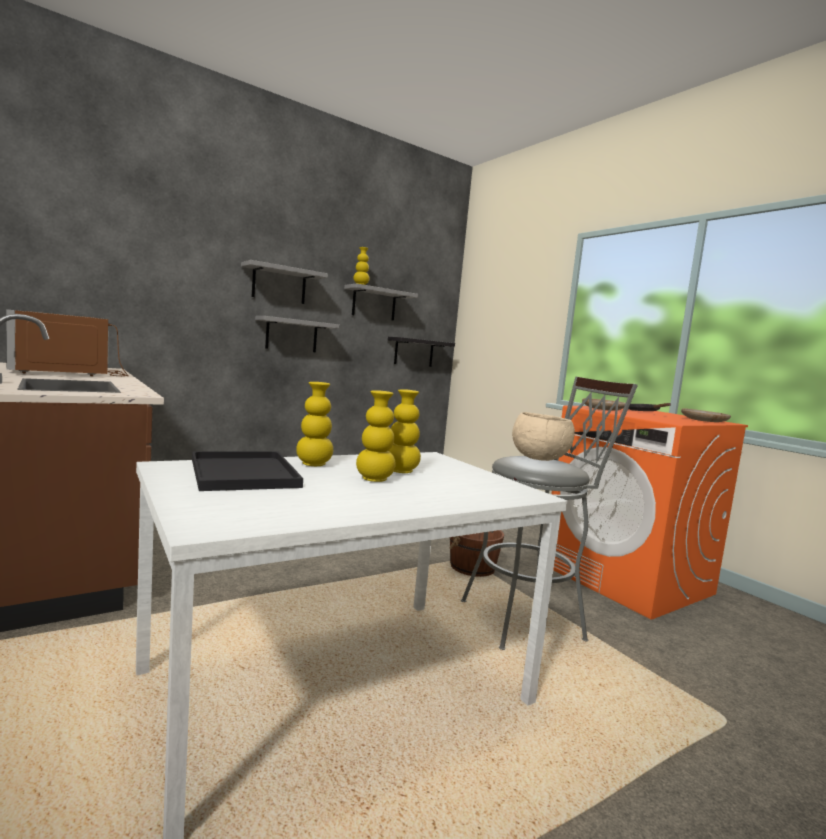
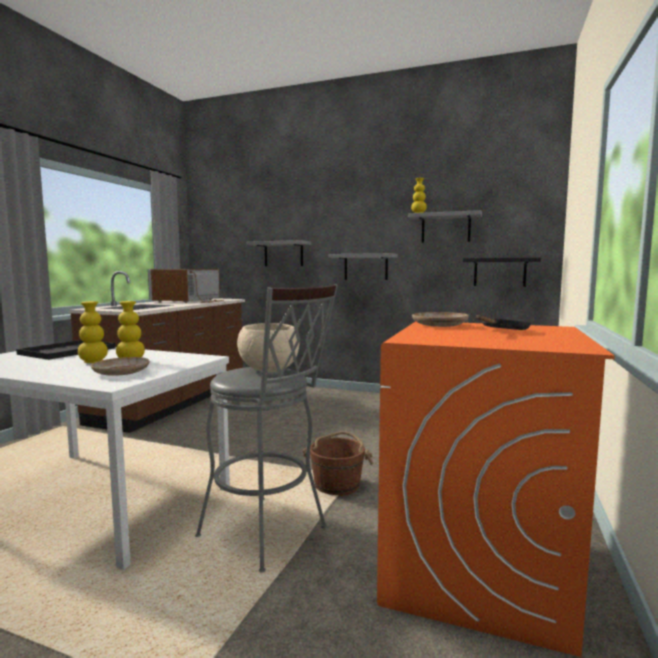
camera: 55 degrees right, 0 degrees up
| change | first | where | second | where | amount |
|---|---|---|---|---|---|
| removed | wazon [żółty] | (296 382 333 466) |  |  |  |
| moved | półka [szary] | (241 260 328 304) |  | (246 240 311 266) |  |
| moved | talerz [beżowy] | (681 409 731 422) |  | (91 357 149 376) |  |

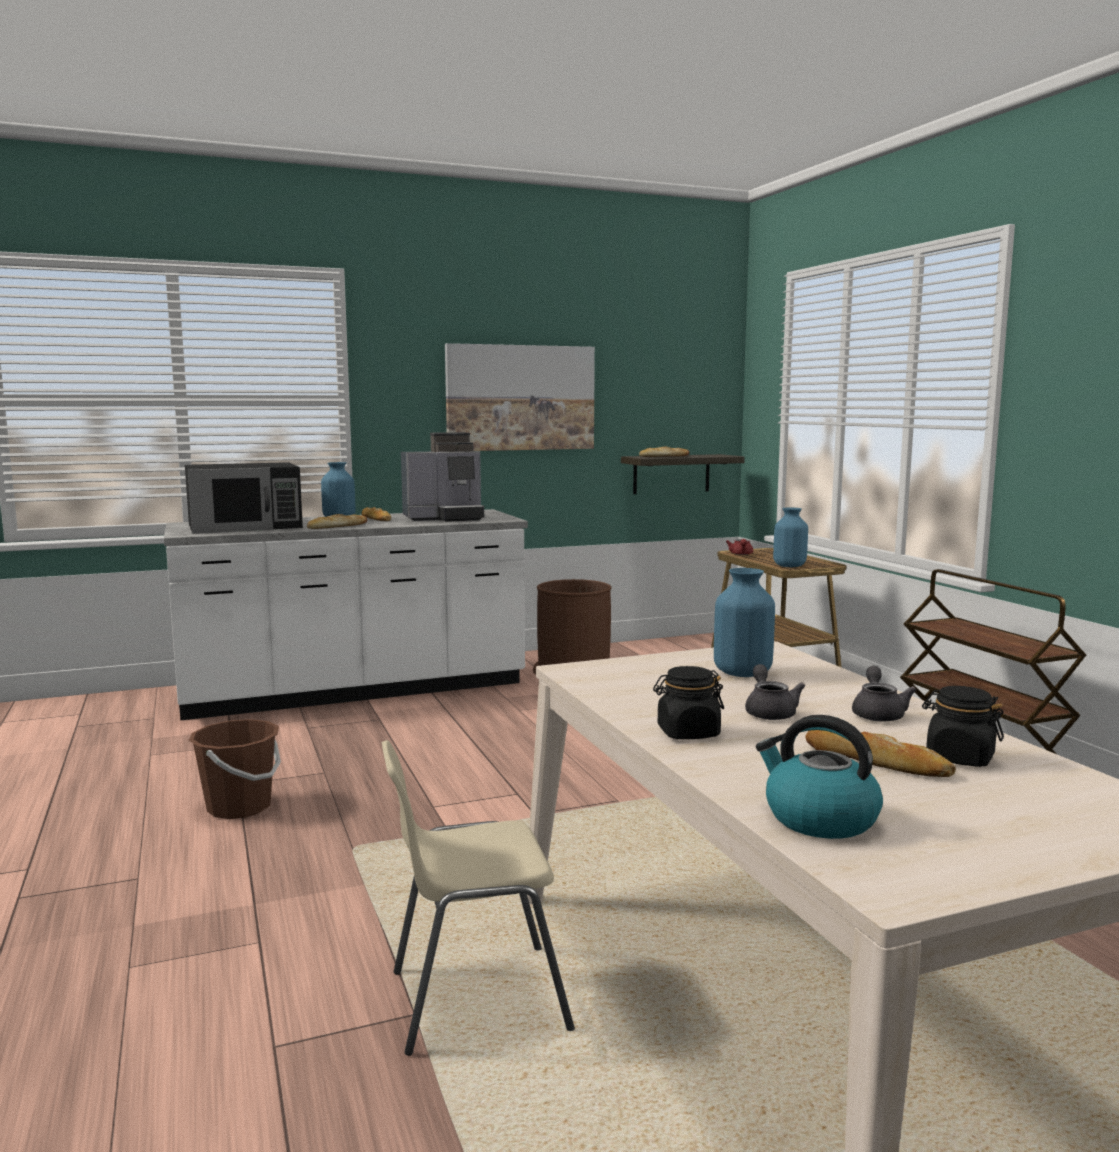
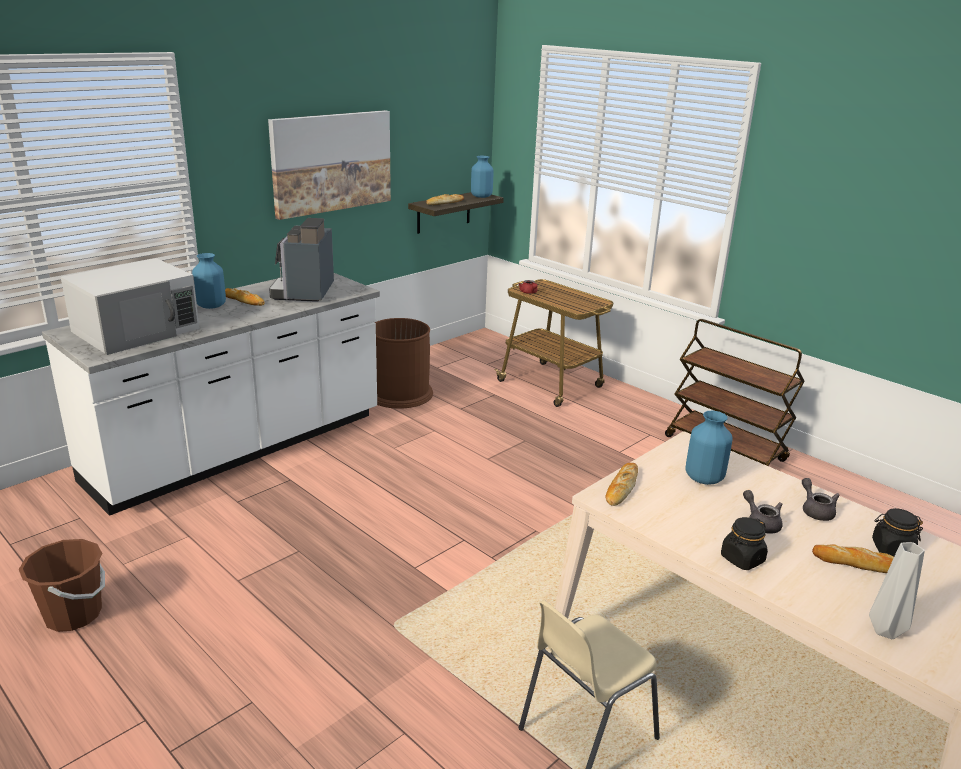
camera: 25 degrees left, 15 degrees up
| change | first | where | second | where | amount |
|---|---|---|---|---|---|
| moved | wiadro [brązowy] | (189 719 281 819) |  | (19 539 105 632) |  |
| moved | chleb | (307 514 367 529) |  | (605 463 638 506) |  |
| moved | wazon [niebieski] | (773 508 808 567) |  | (471 156 494 198) |  |
| replaced | czajnik | (756 715 883 839) | wazon [szary] | (869 542 925 639) |  |
| recoloured | mikrofalówka [czarny] | (185 462 303 534) | mikrofalówka [biały] | (61 258 200 355) |  |
| turned | ekspres do kawy | (401 432 484 522) |  | (269 218 334 302) | 135 degrees clockwise |

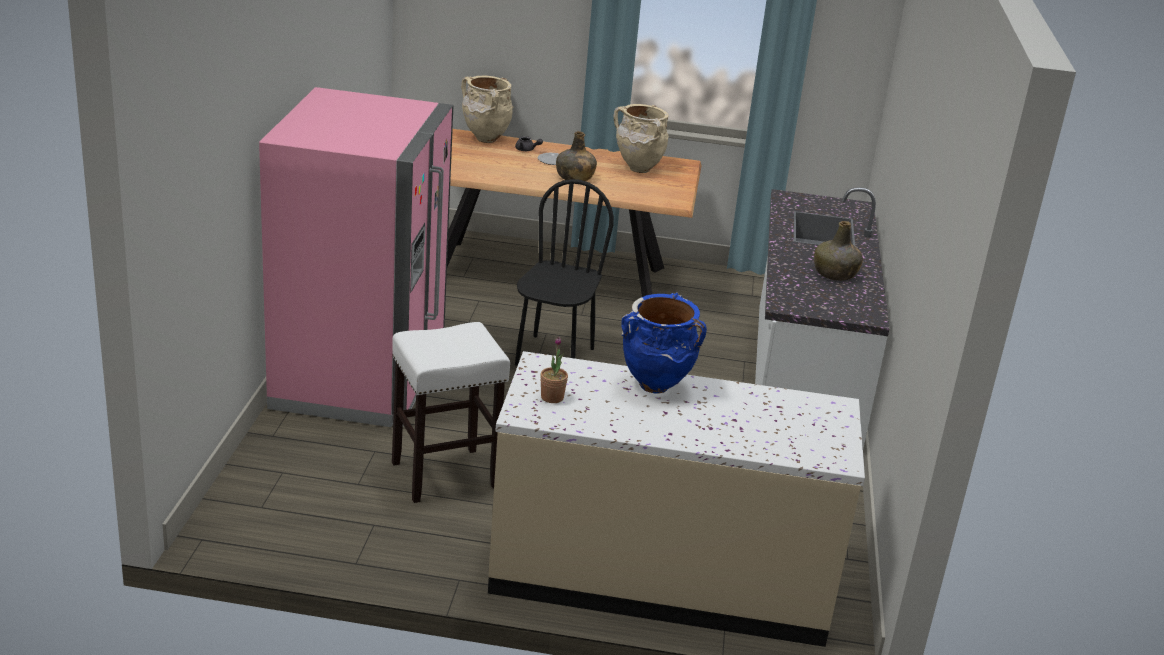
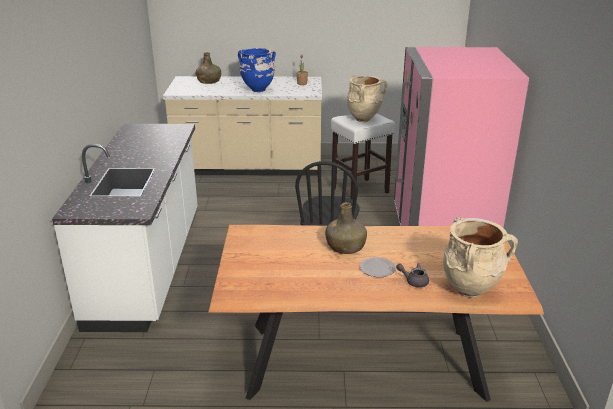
camera: 175 degrees right, 0 degrees up
| change | first | where | second | where | amount |
|---|---|---|---|---|---|
| moved | wazon [beżowy] | (613 104 669 173) |  | (347 75 387 122) |  |
| moved | butelka [zielony] | (814 221 863 281) |  | (196 52 221 84) |  |

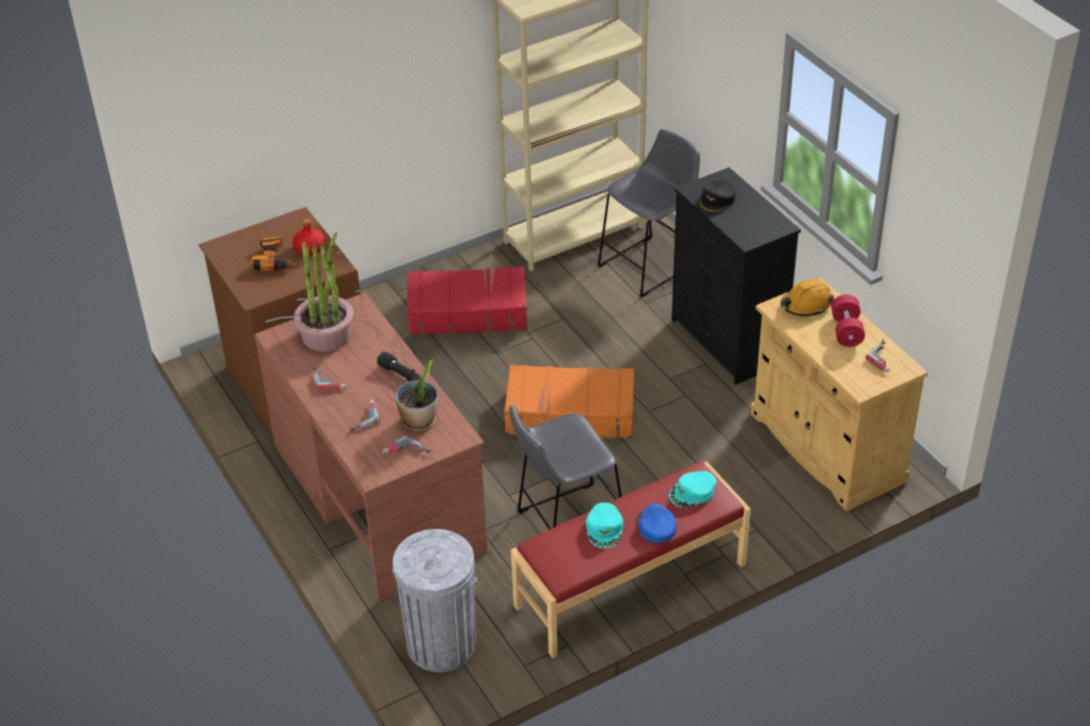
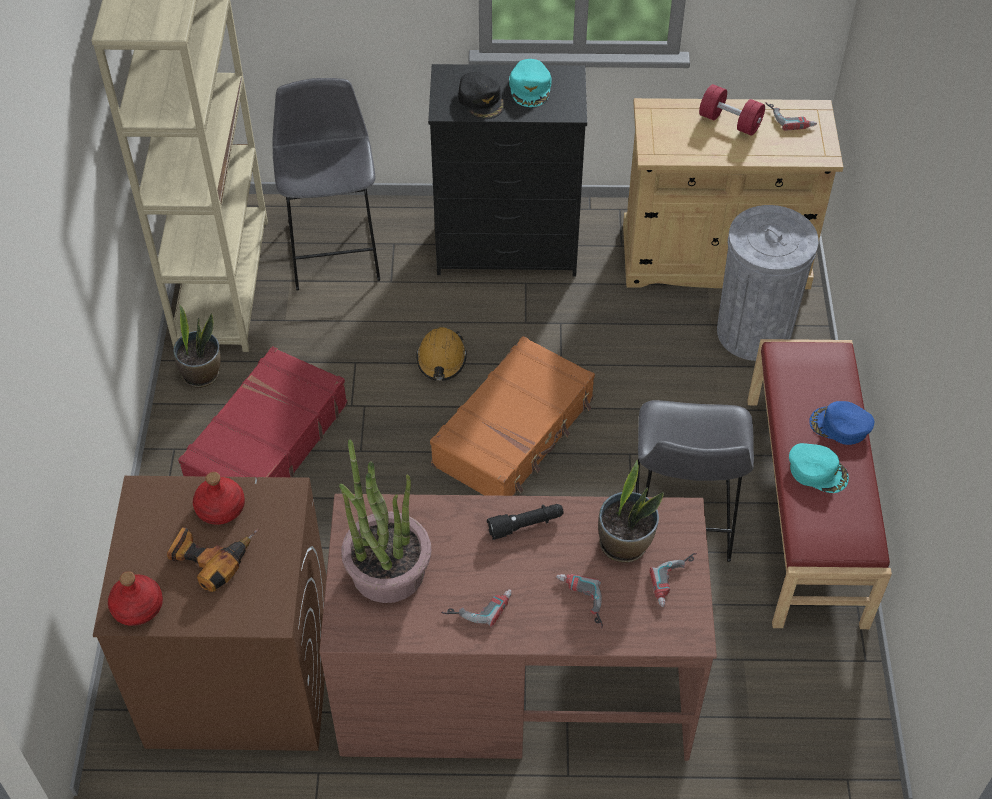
camera: 60 degrees left, 10 degrees up
| change | first | where | second | where | amount |
|---|---|---|---|---|---|
| added |  |  | butelka [czerwony] | (108 571 163 626) |  |
| added |  |  | roślina doniczkowa | (173 305 221 388) |  |
| moved | kosz na śmieci [szary] | (392 529 477 672) |  | (717 205 819 361) |  |
| moved | czapka z daszkiem [turkusowy] | (669 471 717 508) |  | (509 59 552 107) |  |
| moved | kask [pomarańczowy] | (781 279 834 316) |  | (416 327 467 381) |  |

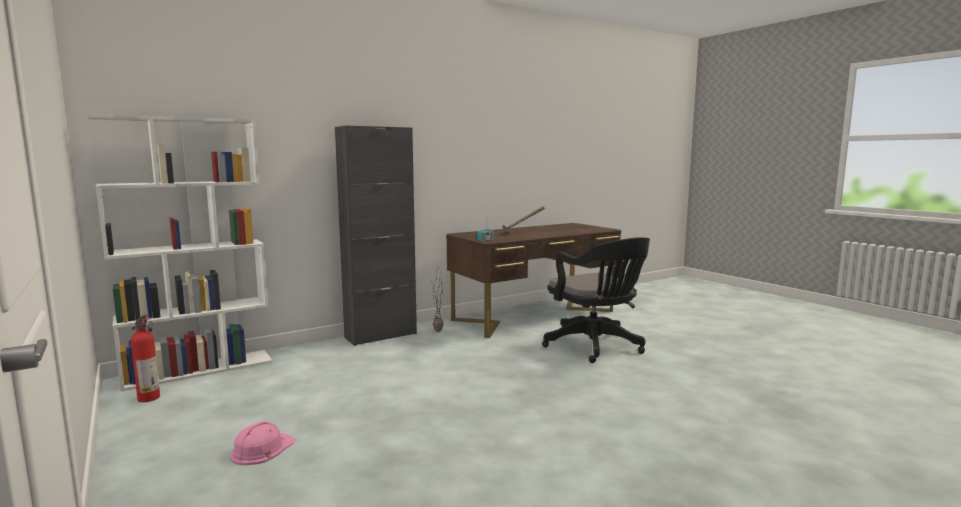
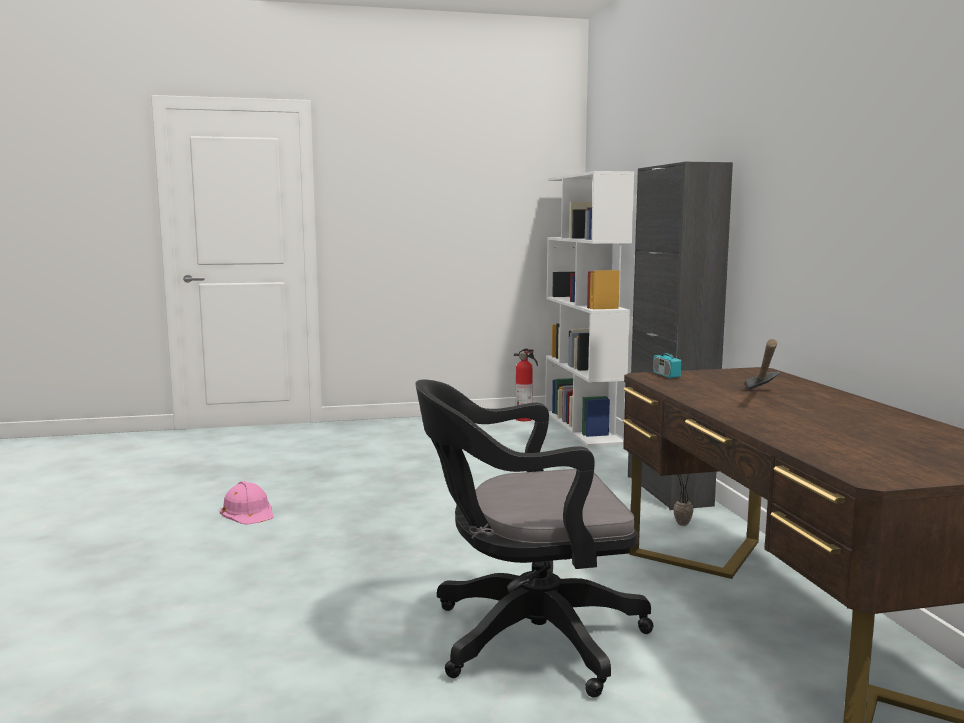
camera: 110 degrees right, 0 degrees up
| change | first | where | second | where | amount |
|---|---|---|---|---|---|
| moved | kask [różowy] | (230 421 296 465) |  | (220 481 274 524) |  |

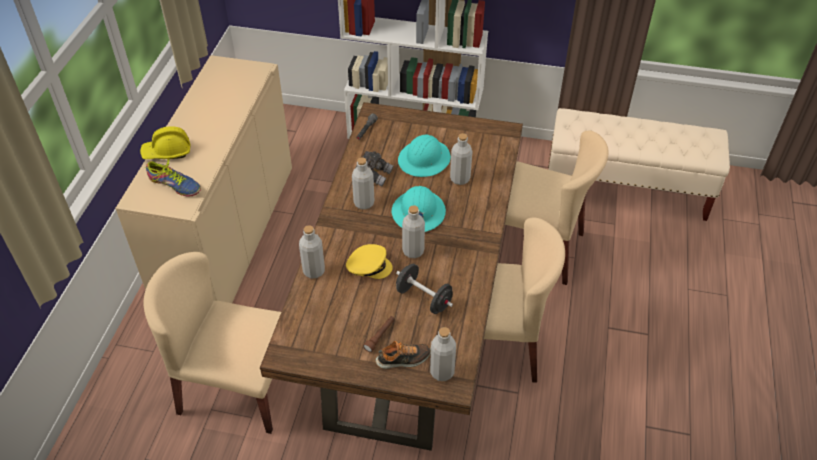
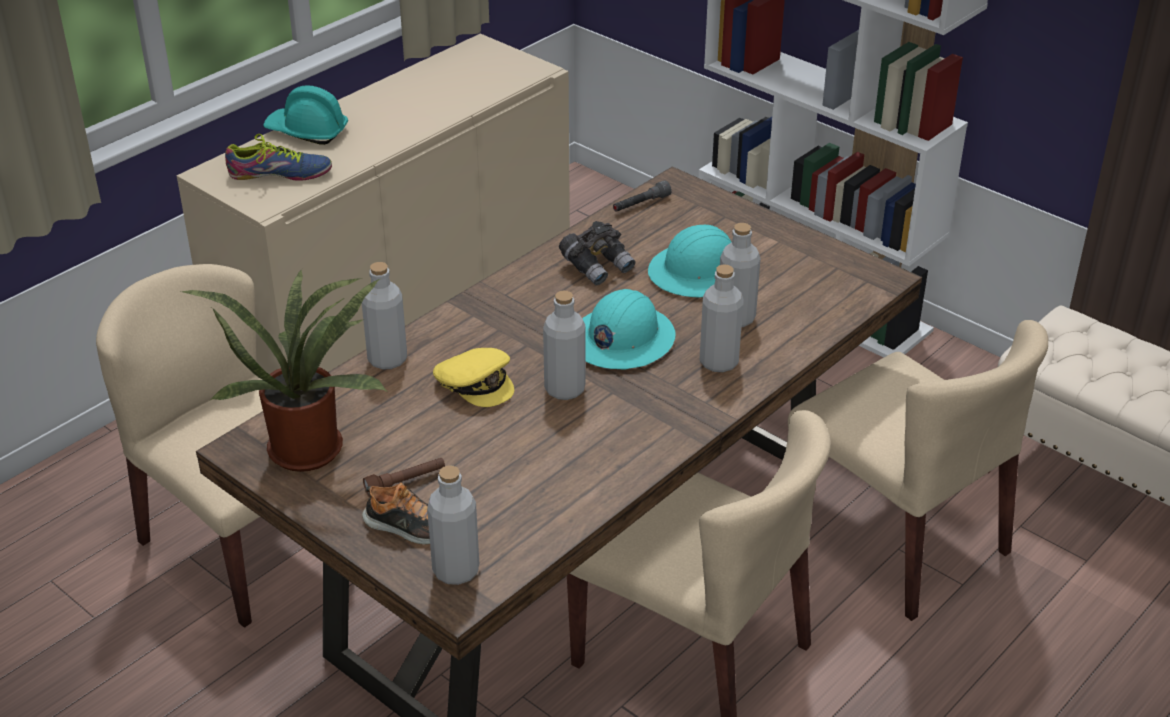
camera: 30 degrees right, 10 degrees down
| change | first | where | second | where | amount |
|---|---|---|---|---|---|
| removed | hantel [czarny] | (396 264 453 314) |  |  |  |
| added |  |  | roślina doniczkowa | (181 269 387 472) |  |
| moved | butelka [szary] | (352 157 374 209) |  | (699 265 743 372) |  |
| recoloured | kask [żółty] | (140 126 190 159) | kask [turkusowy] | (263 85 348 145) |  |
| turned | but | (144 159 201 197) |  | (225 134 332 181) | 60 degrees counterclockwise |

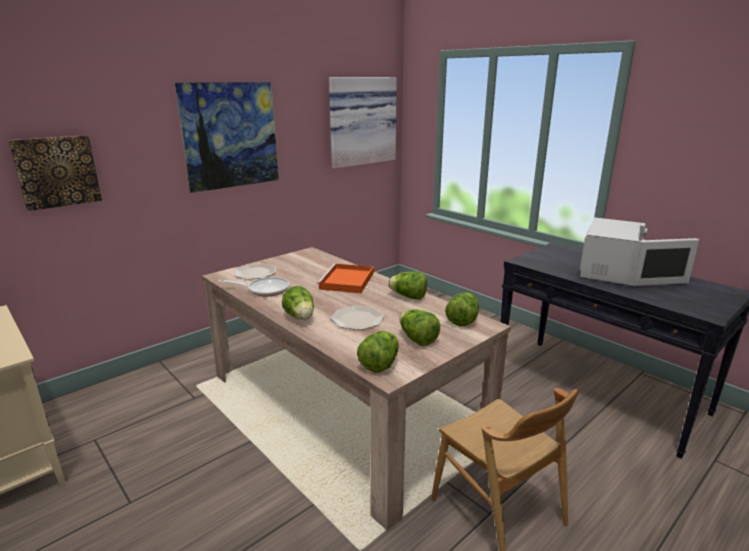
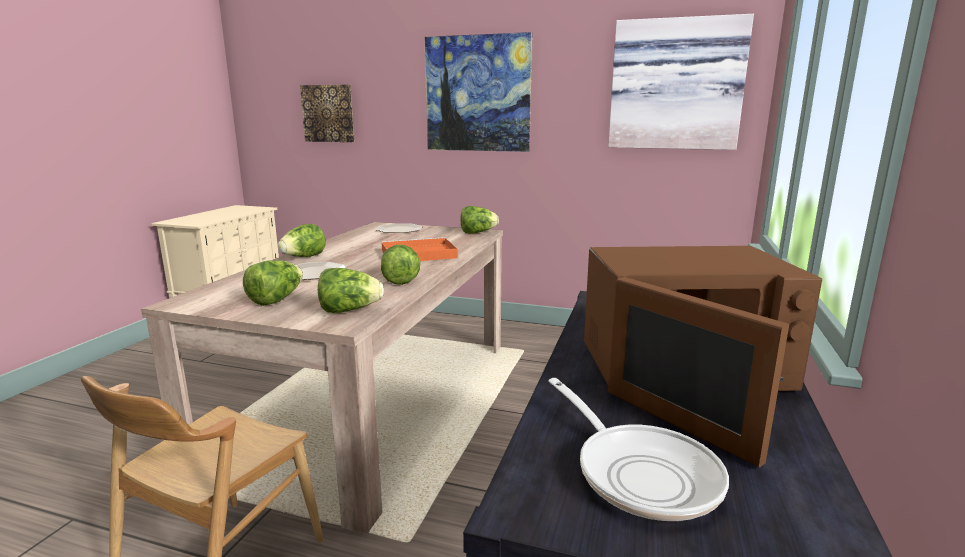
camera: 60 degrees right, 5 degrees down
| change | first | where | second | where | amount |
|---|---|---|---|---|---|
| moved | patelnia | (218 277 290 297) |  | (548 378 729 521) |  |
| moved | sałata | (357 331 399 372) |  | (460 206 499 234) |  |
| recoloured | mikrofalówka [biały] | (580 217 699 286) | mikrofalówka [brązowy] | (584 246 822 468) |  |

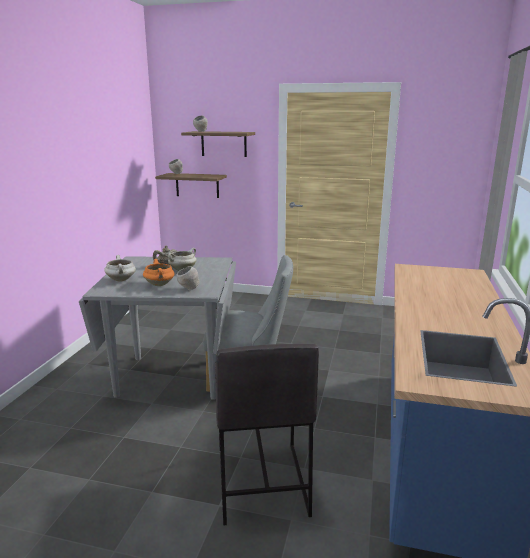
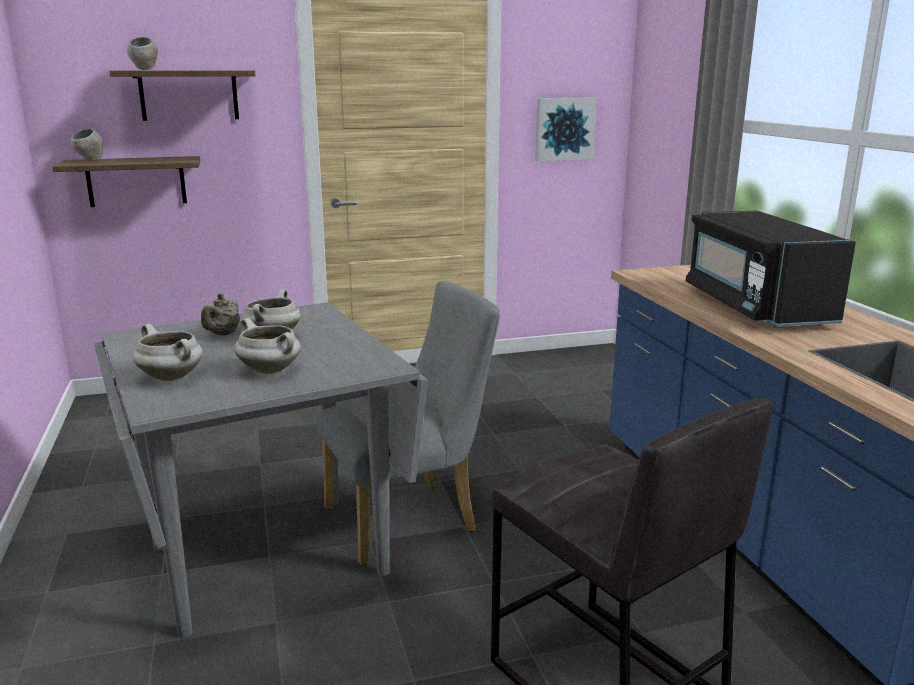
camera: 30 degrees left, 0 degrees up
| change | first | where | second | where | amount |
|---|---|---|---|---|---|
| removed | miska [szary] | (176 266 200 290) |  |  |  |
| added |  |  | obraz | (535 98 596 161) |  |
| added |  |  | mikrofalówka [czarny] | (686 211 856 328) |  |
| recoloured | garnek [pomarańczowy] | (143 259 174 286) | garnek [biały] | (234 318 301 374) |  |

